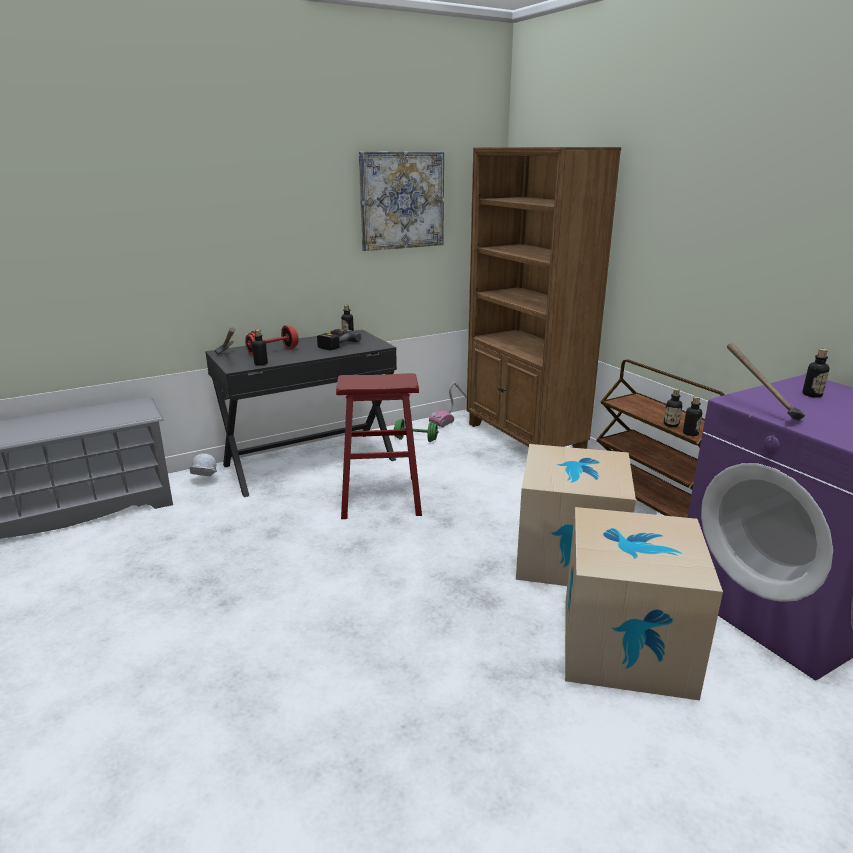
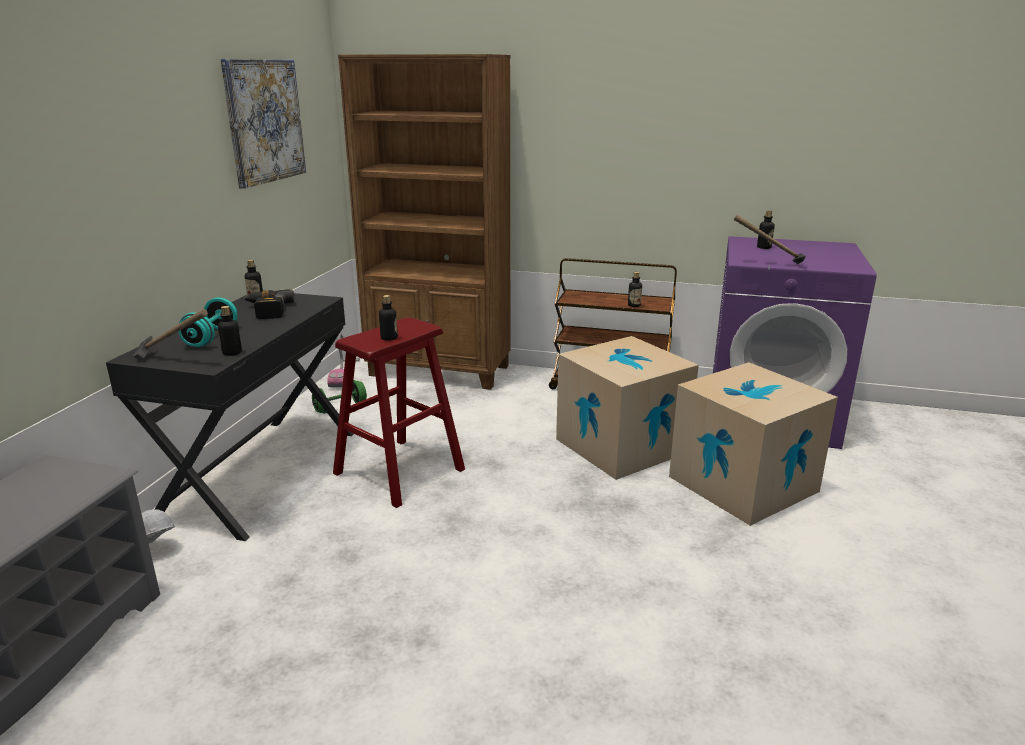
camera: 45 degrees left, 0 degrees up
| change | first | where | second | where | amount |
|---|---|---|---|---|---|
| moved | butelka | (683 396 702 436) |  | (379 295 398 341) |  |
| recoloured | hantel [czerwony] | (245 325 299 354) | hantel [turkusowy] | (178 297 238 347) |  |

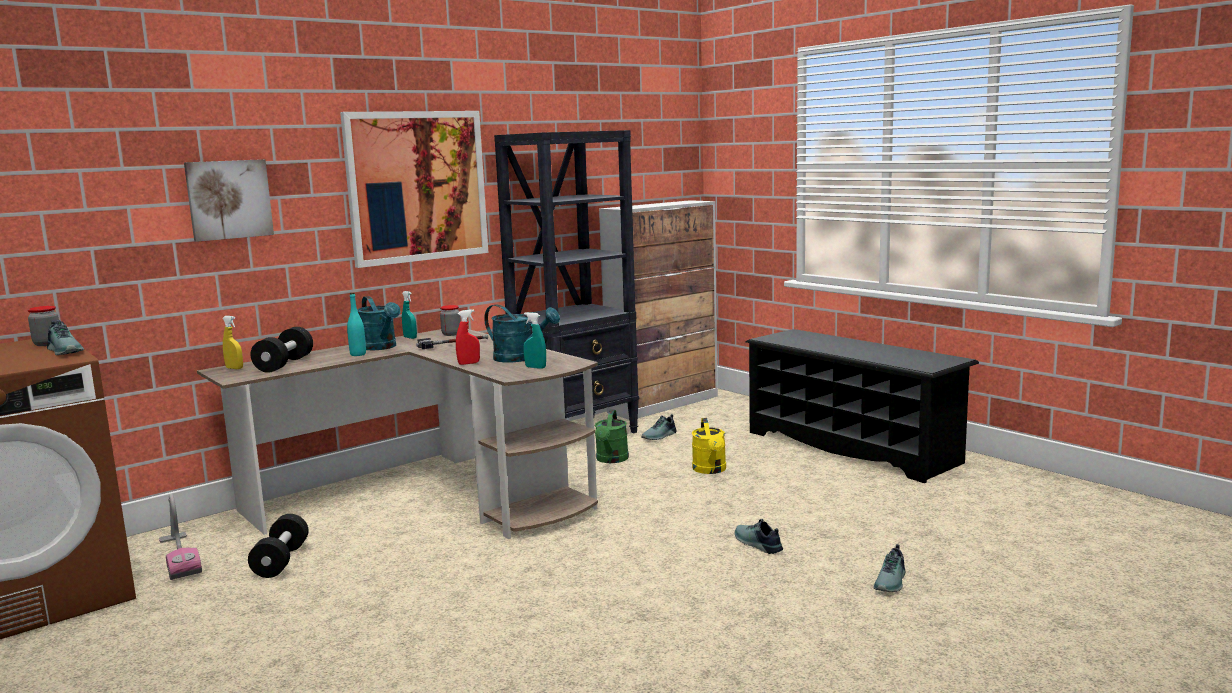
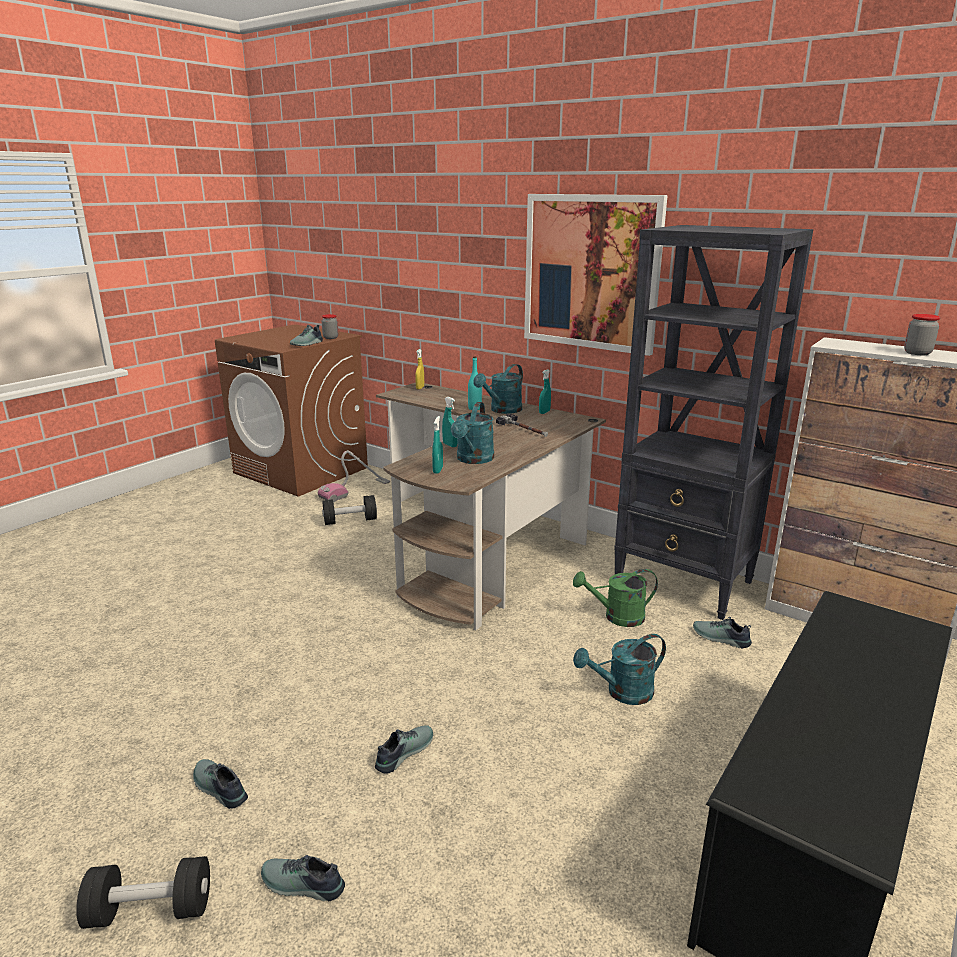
camera: 75 degrees right, 10 degrees up
| change | first | where | second | where | amount |
|---|---|---|---|---|---|
| removed | obraz | (184 159 274 242) |  |  |  |
| added |  |  | but | (193 759 248 809) |  |
| moved | hantel [czarny] | (251 327 313 373) |  | (76 856 210 929) |  |
| moved | słoik | (440 305 461 336) |  | (904 314 940 355) |  |
| recoloured | spryskiwacz [czerwony] | (456 309 480 365) | spryskiwacz [turkusowy] | (442 397 457 447) |  |
| recoloured | konewka [żółty] | (692 418 726 474) | konewka [turkusowy] | (573 634 666 705) |  |

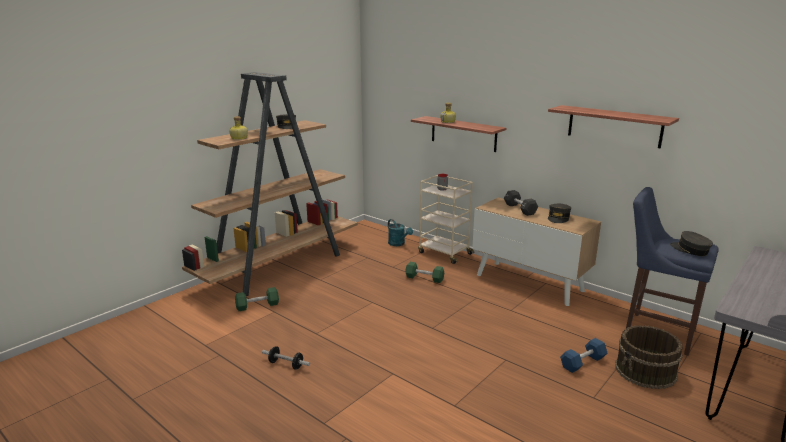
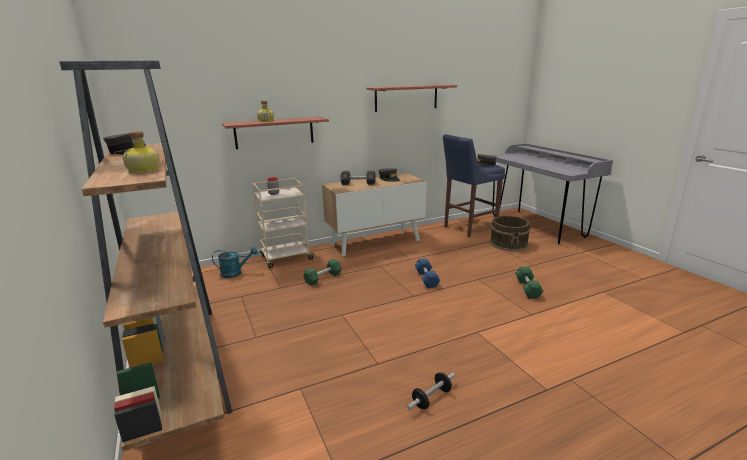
camera: 65 degrees left, 0 degrees up
| change | first | where | second | where | amount |
|---|---|---|---|---|---|
| moved | hantel [zielony] | (235 287 279 311) |  | (515 267 544 299) |  |
| moved | hantel [niebieski] | (560 338 607 373) |  | (415 258 440 288) |  |

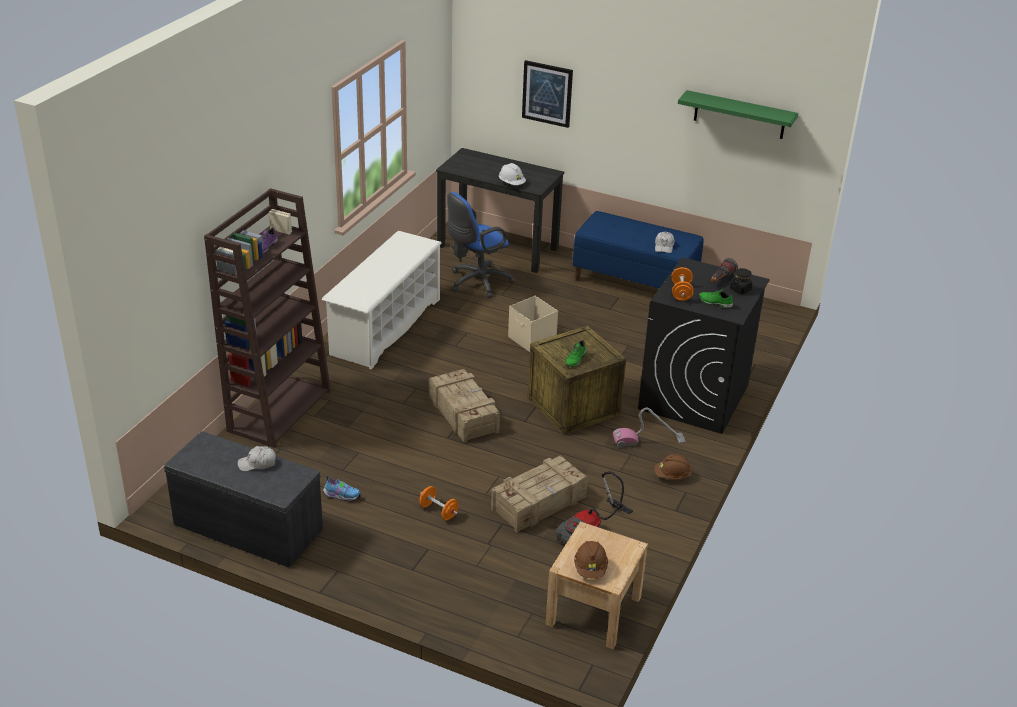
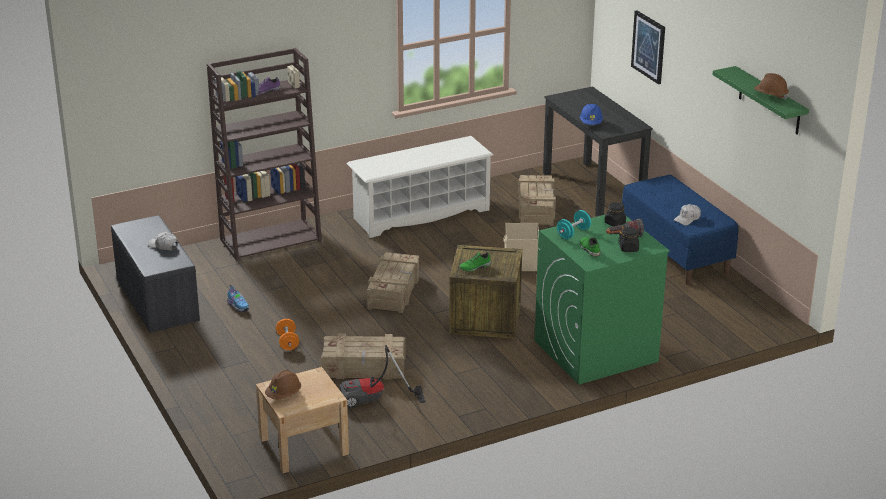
camera: 40 degrees right, 5 degrees down
| change | first | where | second | where | amount |
|---|---|---|---|---|---|
| removed | odkurzacz | (613 407 686 448) |  |  |  |
| added |  |  | słoik [czarny] | (604 202 626 227) |  |
| moved | kask [brązowy] | (655 454 692 479) |  | (754 73 789 100) |  |
| replaced | krzesło biurowe [niebieski] | (447 192 515 298) | skrzynka | (518 175 556 226) |  |
| recoloured | kask [biały] | (499 163 526 185) | kask [niebieski] | (580 104 603 125) |  |
| recoloured | pralka [czarny] | (638 257 770 434) | pralka [zielony] | (535 215 670 385) |  |
| recoloured | hantel [pomarańczowy] | (672 267 694 301) | hantel [turkusowy] | (557 210 591 240) |  |

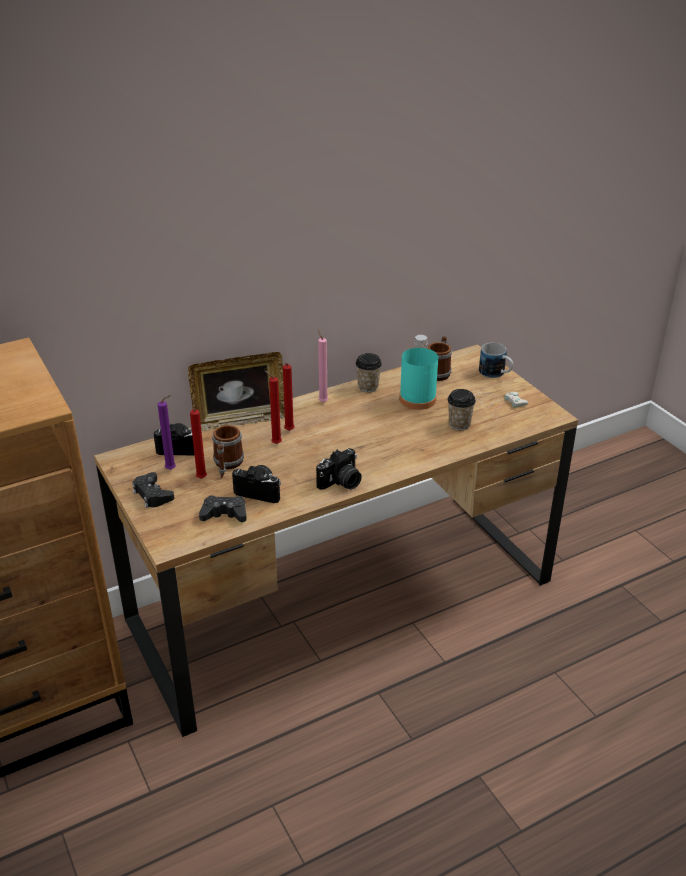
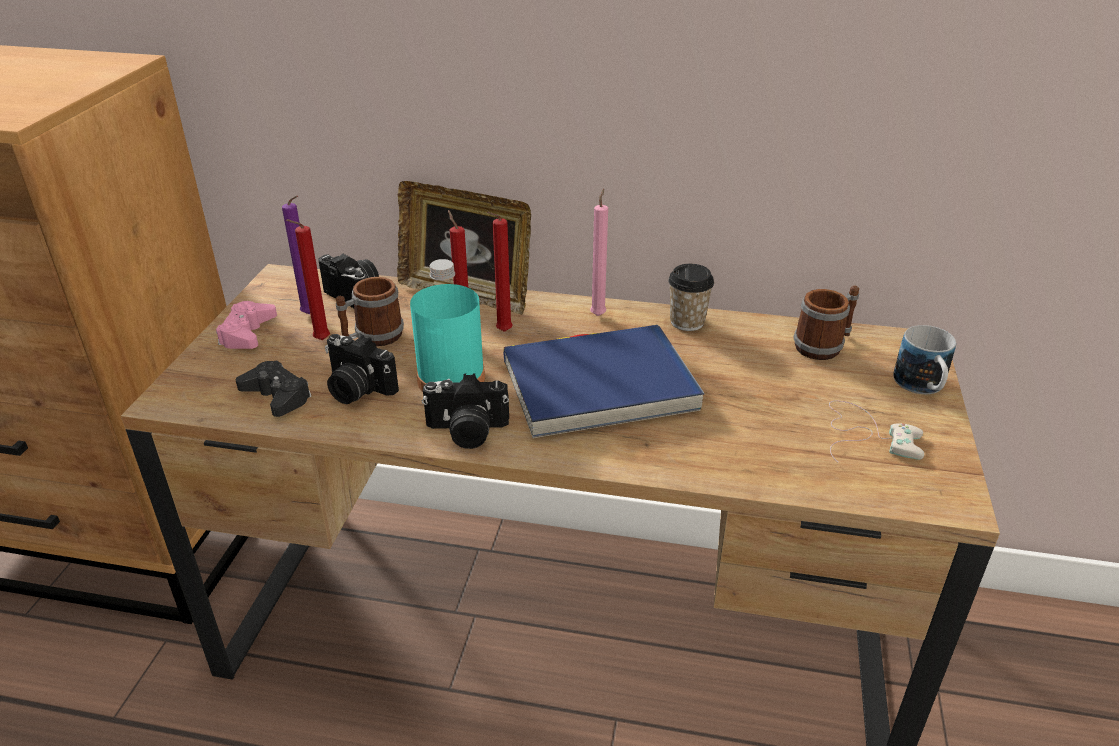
camera: 40 degrees right, 0 degrees up
| change | first | where | second | where | amount |
|---|---|---|---|---|---|
| removed | filiżanka | (448 389 476 430) |  |  |  |
| added |  |  | książka [niebieski] | (503 325 705 438) |  |
| moved | butelka [turkusowy] | (399 335 438 410) |  | (410 259 485 392) |  |
| recoloured | pad do gier [czarny] | (132 472 174 508) | pad do gier [różowy] | (216 301 277 349) |  |
| turned | aparat fotograficzny | (232 465 281 503) |  | (325 334 399 404) | 150 degrees clockwise |

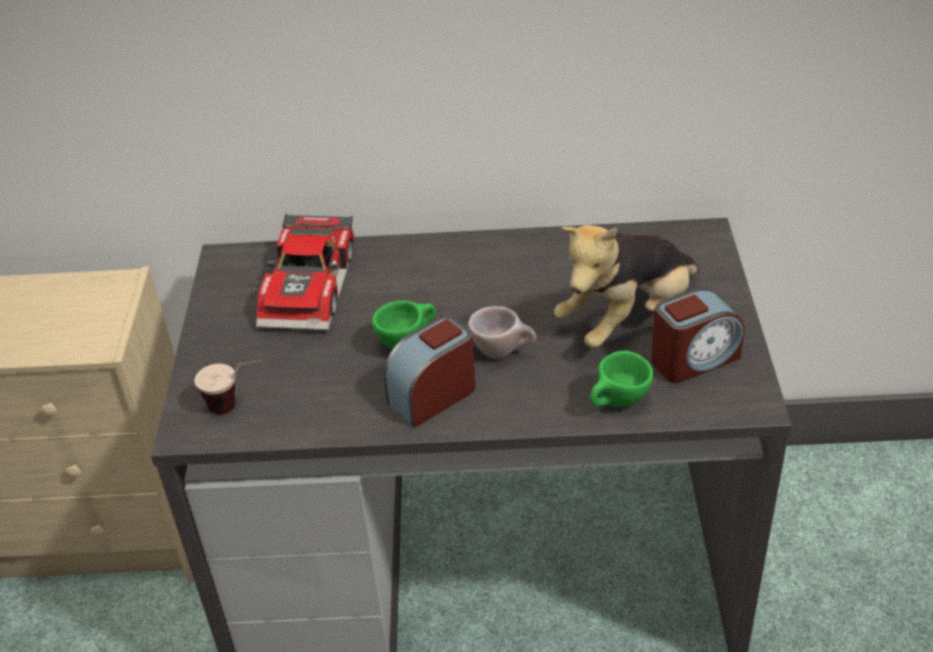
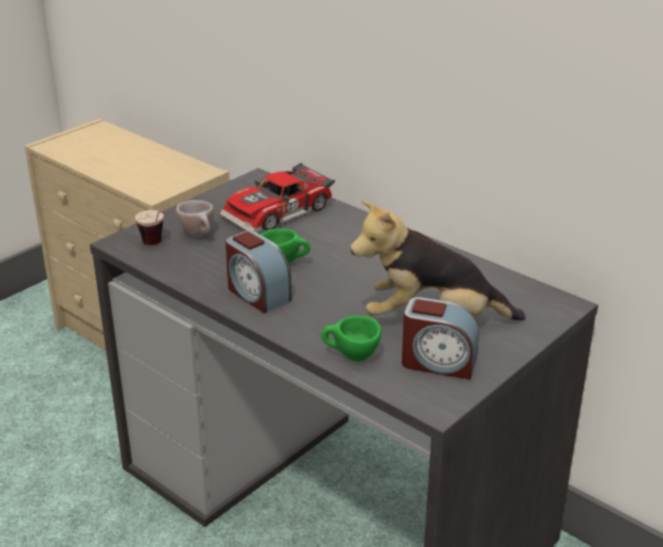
camera: 40 degrees right, 10 degrees down
| change | first | where | second | where | amount |
|---|---|---|---|---|---|
| moved | filiżanka [beżowy] | (468 306 536 359) |  | (176 200 214 237) |  |
| turned | budzik | (384 316 476 428) |  | (225 231 292 313) | 135 degrees counterclockwise |

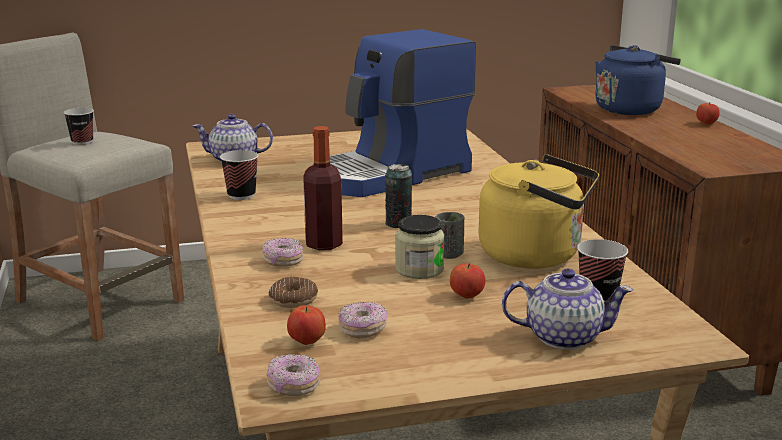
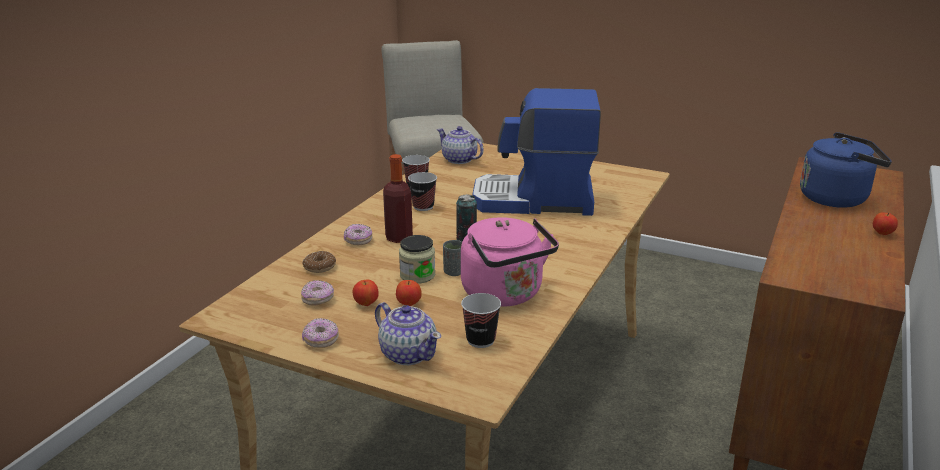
camera: 40 degrees right, 5 degrees up
| change | first | where | second | where | amount |
|---|---|---|---|---|---|
| moved | filiżanka | (64 108 94 145) |  | (408 172 437 211) |  |
| moved | donut | (266 354 321 396) |  | (302 318 339 348) |  |
| moved | jabłko | (287 305 326 345) |  | (353 279 379 306) |  |
| recoloured | czajnik [żółty] | (478 154 599 269) | czajnik [różowy] | (461 217 559 307) |  |

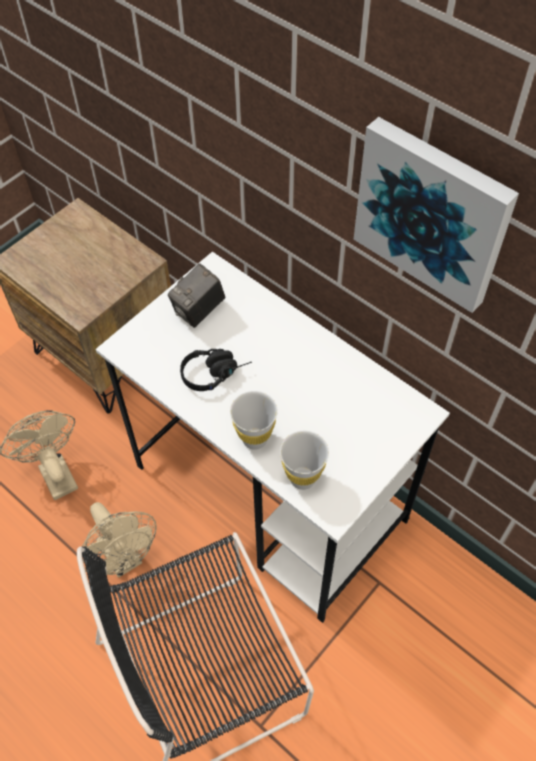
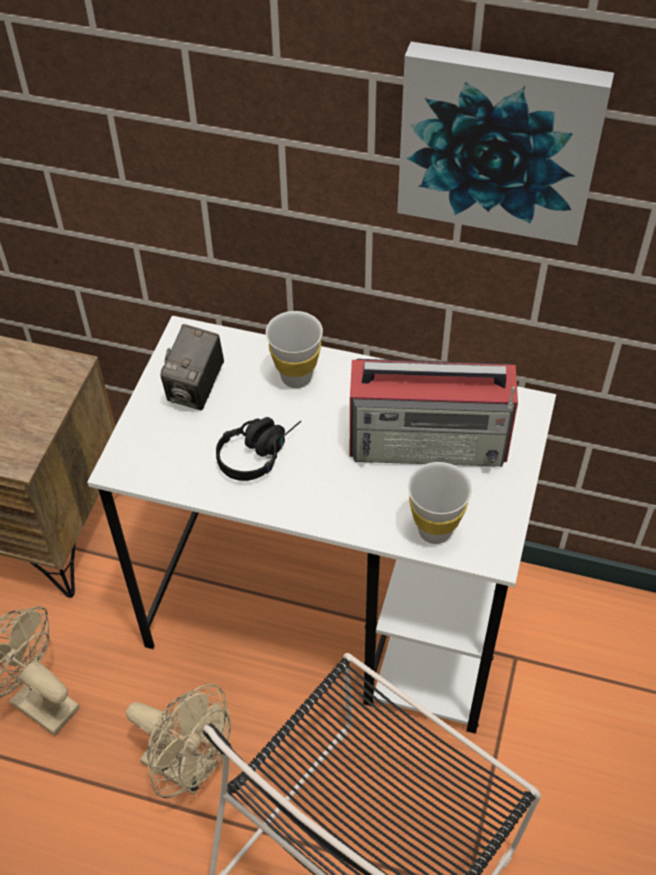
camera: 25 degrees left, 5 degrees down
| change | first | where | second | where | amount |
|---|---|---|---|---|---|
| added |  |  | radio | (350 359 518 467) |  |
| moved | filiżanka [biały] | (230 391 278 450) |  | (266 311 323 388) |  |

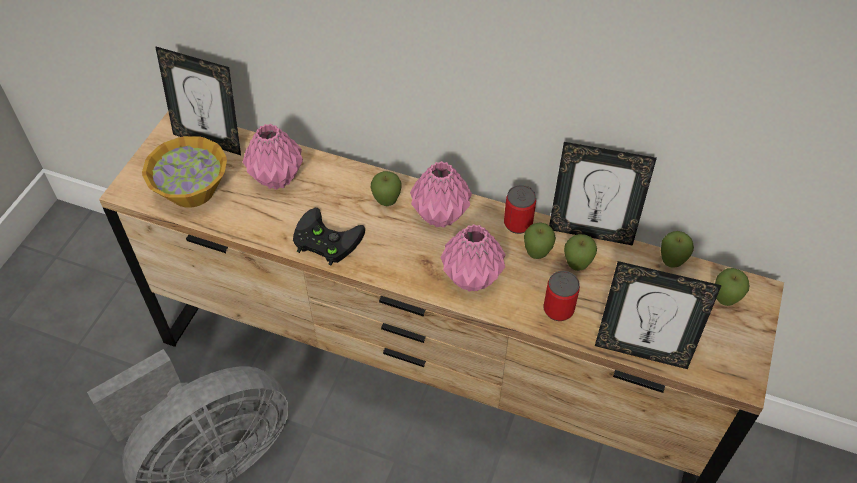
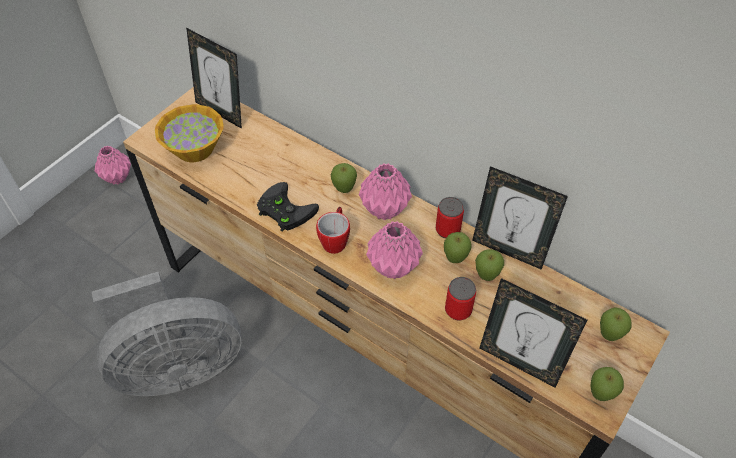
camera: 15 degrees right, 0 degrees up
| change | first | where | second | where | amount |
|---|---|---|---|---|---|
| added |  |  | kubek | (316 207 350 254) |  |
| moved | wazon [różowy] | (243 124 303 190) |  | (95 146 131 184) |  |
| moved | jabłko | (661 231 694 268) |  | (590 367 624 401) |  |

